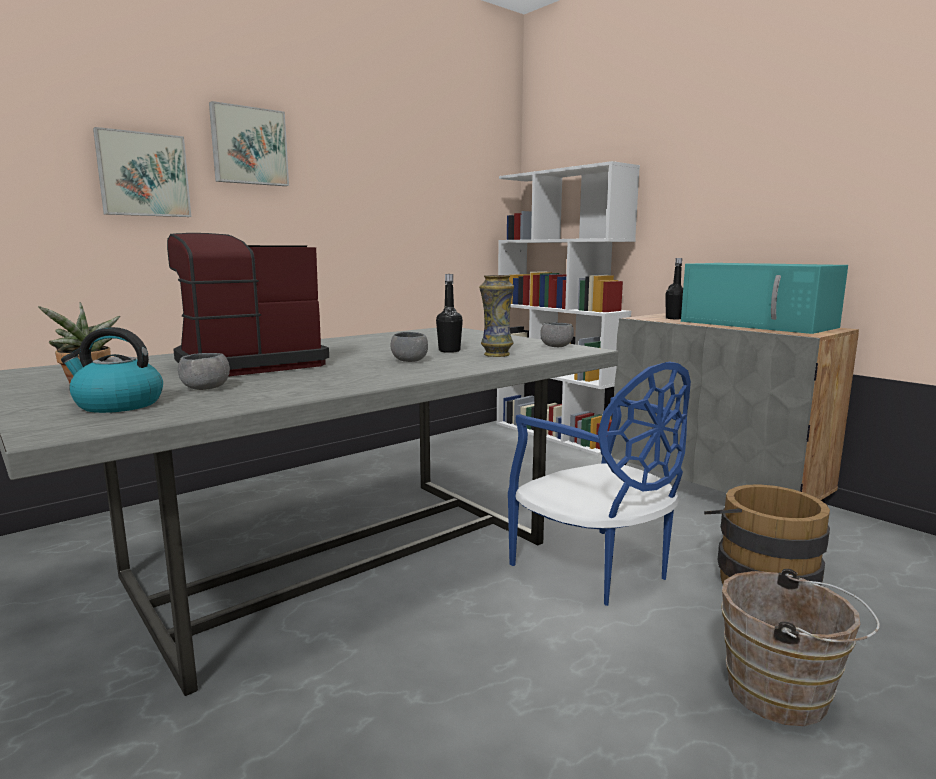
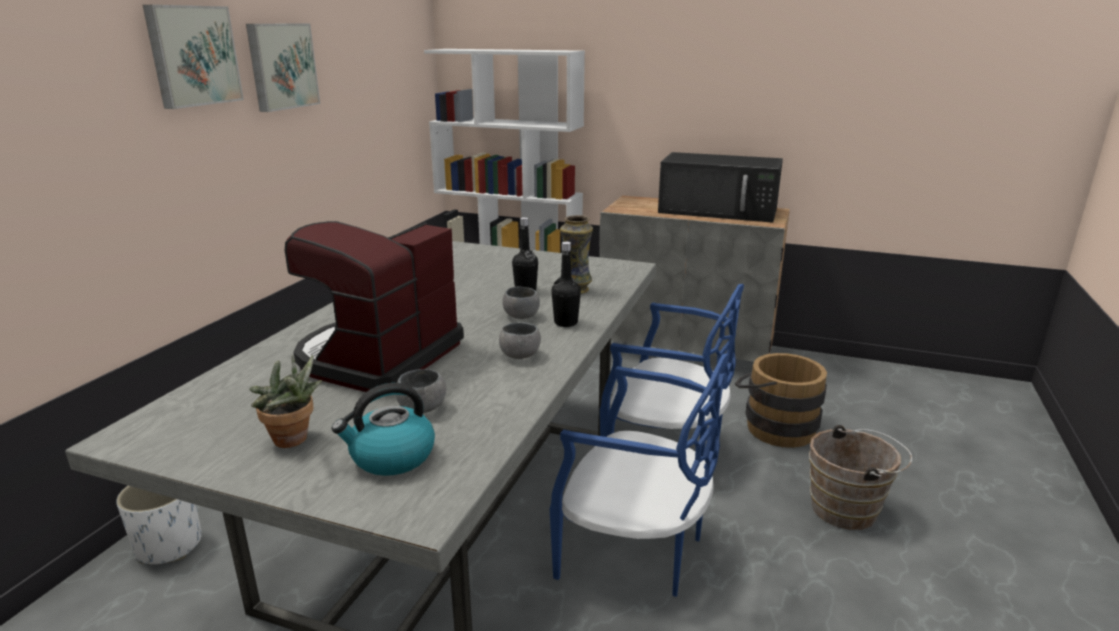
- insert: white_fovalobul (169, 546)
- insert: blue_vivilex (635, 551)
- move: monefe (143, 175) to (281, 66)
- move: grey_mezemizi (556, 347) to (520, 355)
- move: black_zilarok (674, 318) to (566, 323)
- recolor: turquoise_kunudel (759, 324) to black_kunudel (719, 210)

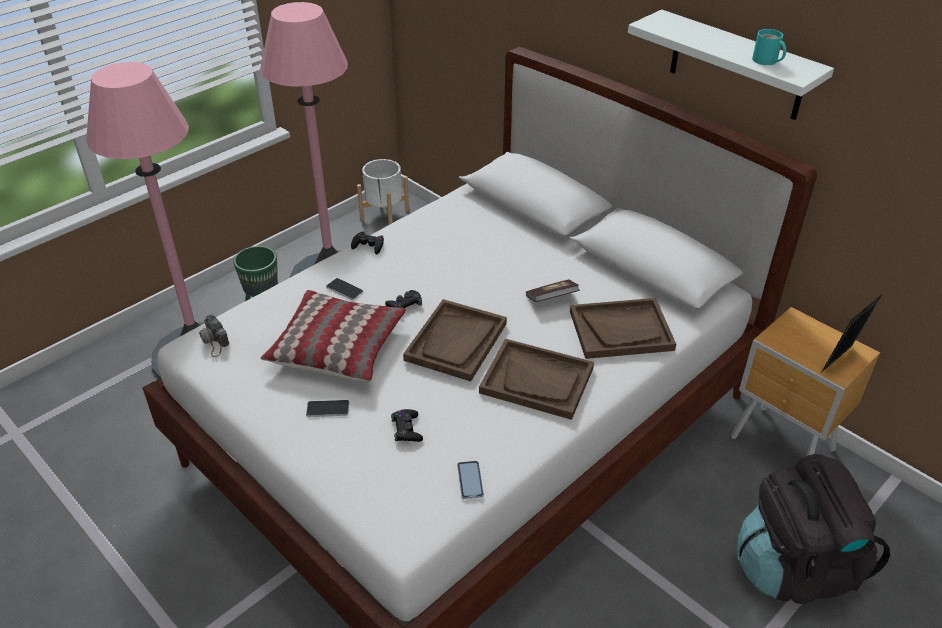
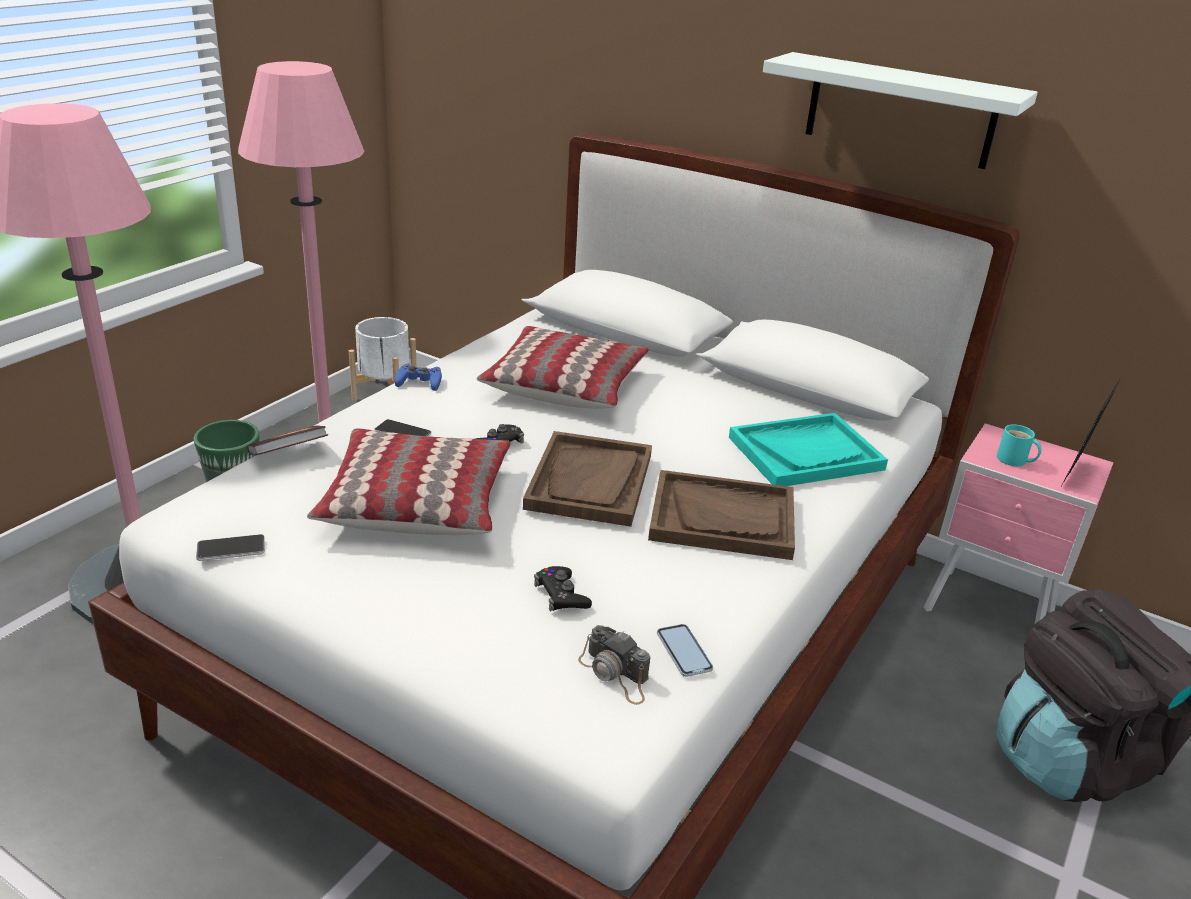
- insert: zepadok (565, 384)
- move: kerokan (214, 341) to (615, 674)
- move: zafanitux (328, 409) to (231, 549)
- move: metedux (551, 299) to (288, 454)
- move: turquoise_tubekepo (766, 61) to (1014, 460)
- recolor: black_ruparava (368, 246) to blue_ruparava (419, 382)
- recolor: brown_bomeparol (621, 330) to turquoise_bomeparol (805, 453)
- recolor: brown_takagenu (783, 446) to pink_takagenu (990, 613)

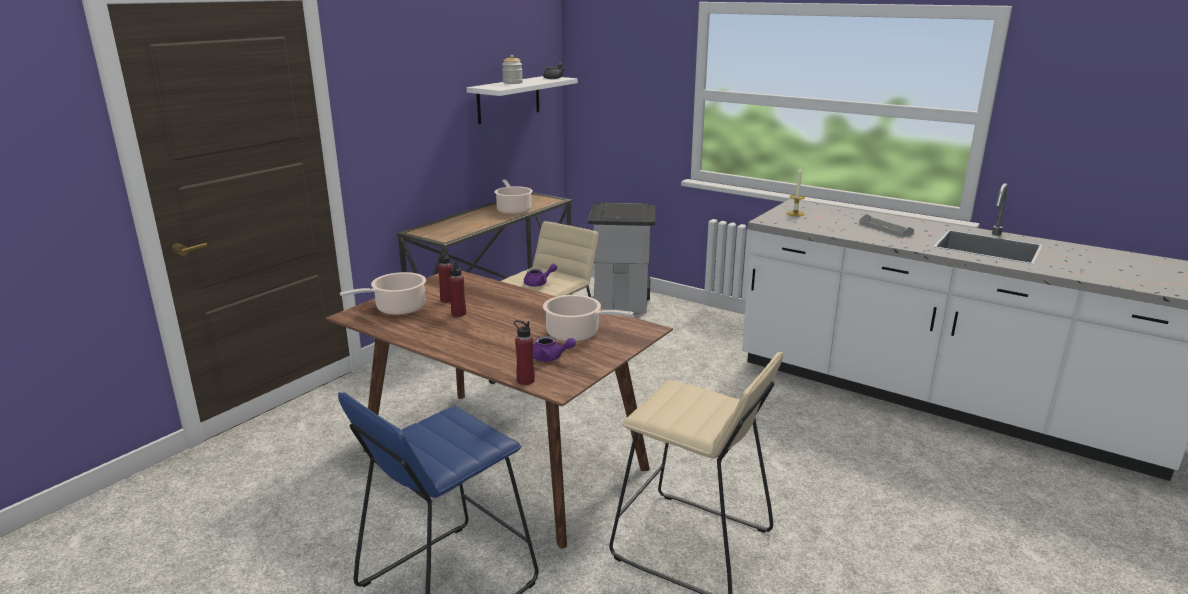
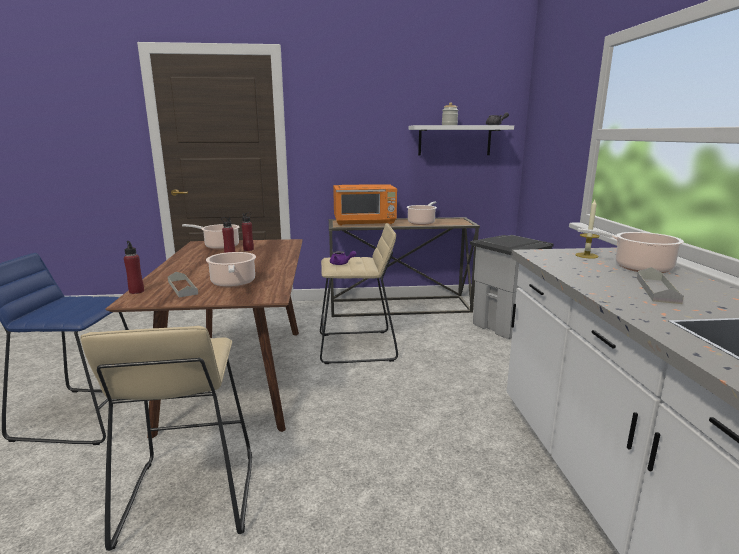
- insert: orange_kunudel (365, 222)
- insert: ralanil (638, 267)
- replace: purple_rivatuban (550, 358) to grey_bomeparol (182, 287)

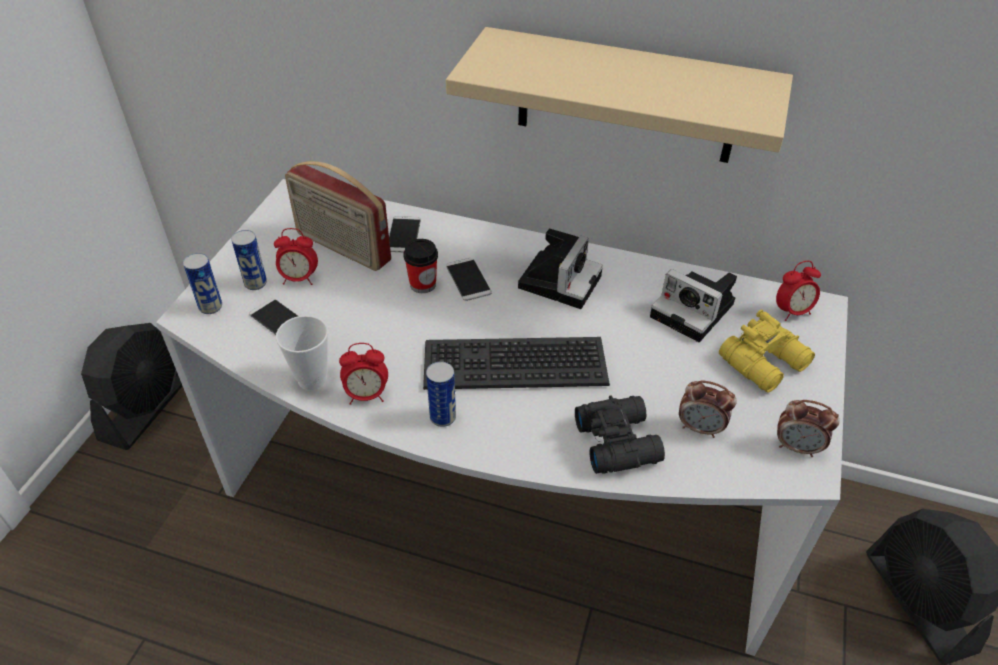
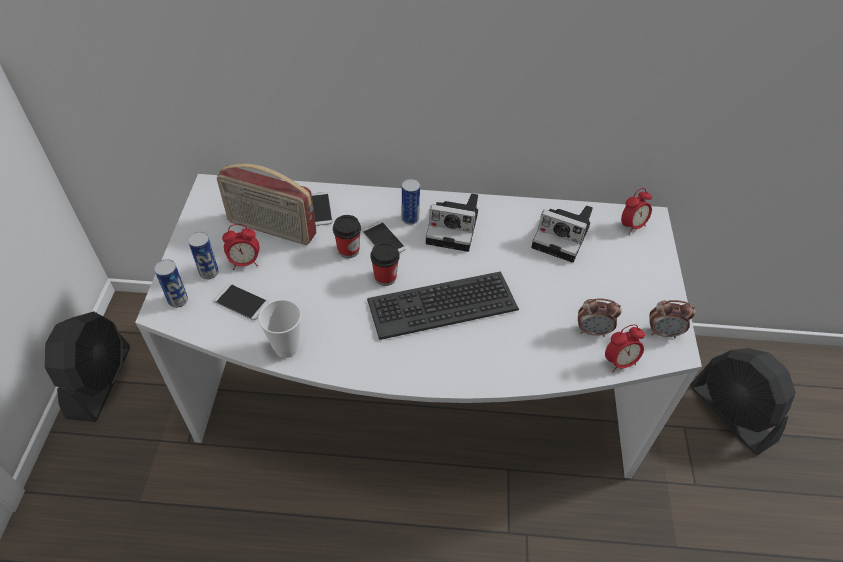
- delete: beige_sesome (626, 97)
- delete: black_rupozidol (618, 440)
- delete: yellow_rupozidol (766, 363)
- insert: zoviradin (385, 277)
- move: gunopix (367, 395) to (619, 362)
- move: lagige (443, 417) to (410, 219)
- rotate: kerokan (560, 280) = (454, 228) 90 degrees clockwise

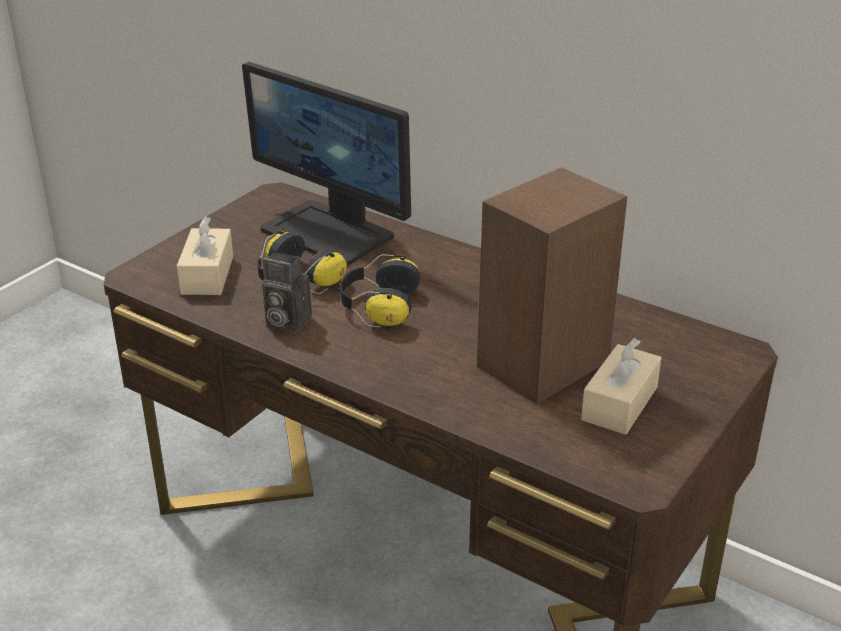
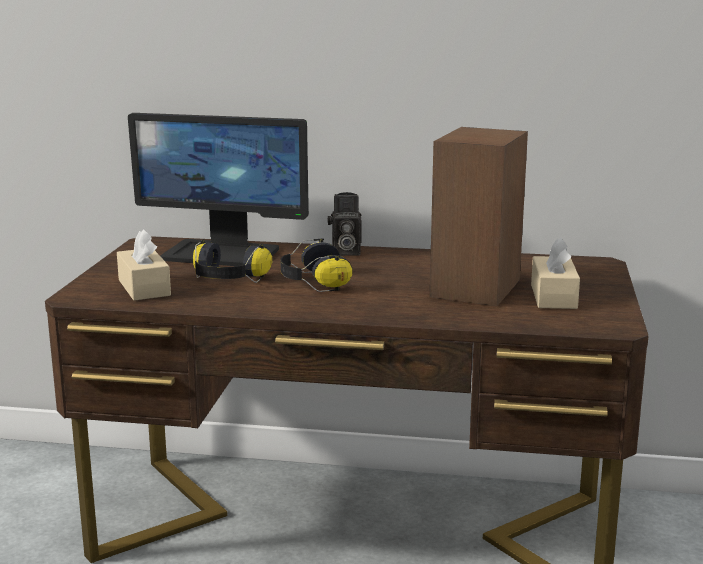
- move: kerokan (285, 322) to (344, 252)

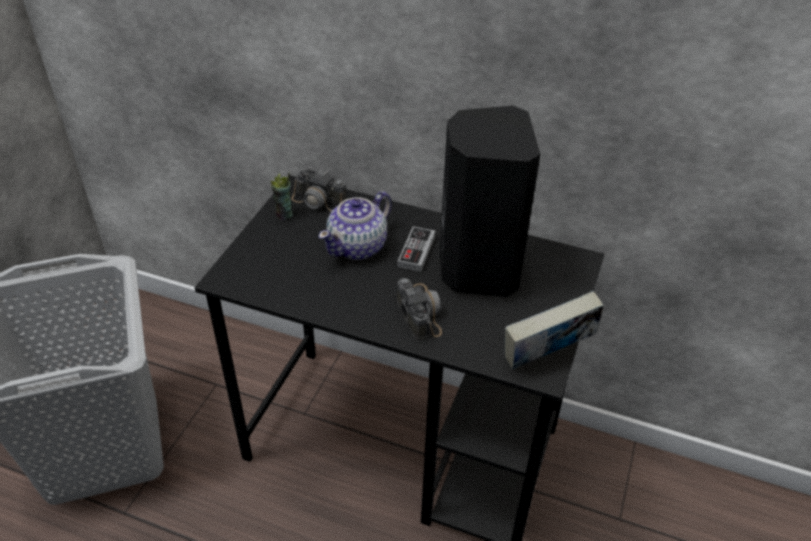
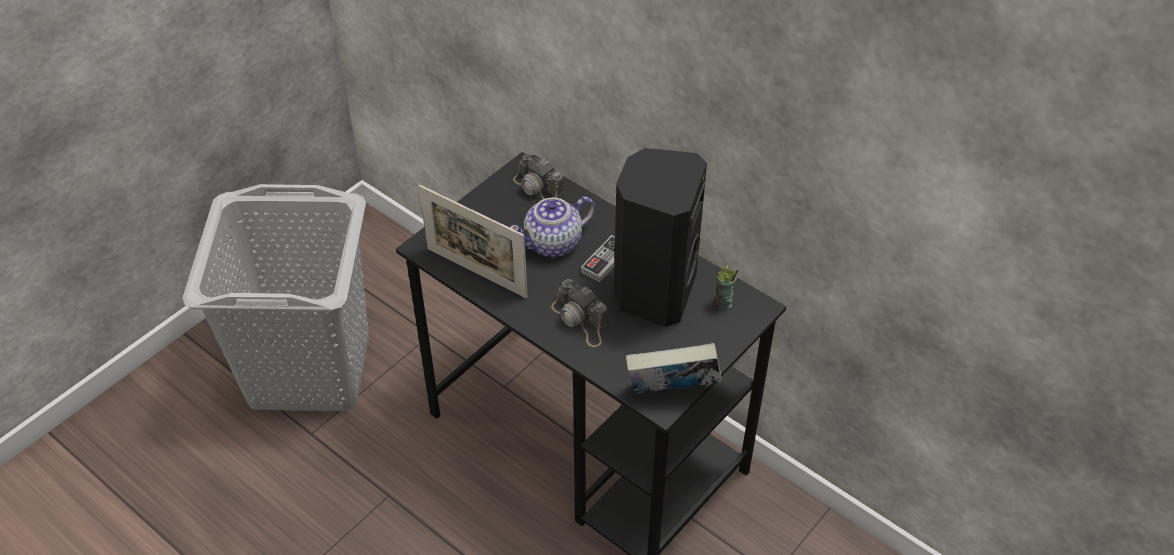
- insert: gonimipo (476, 272)
- move: zoviradin (284, 215) to (723, 304)
- rotate: kerokan (420, 311) = (580, 320) 135 degrees clockwise

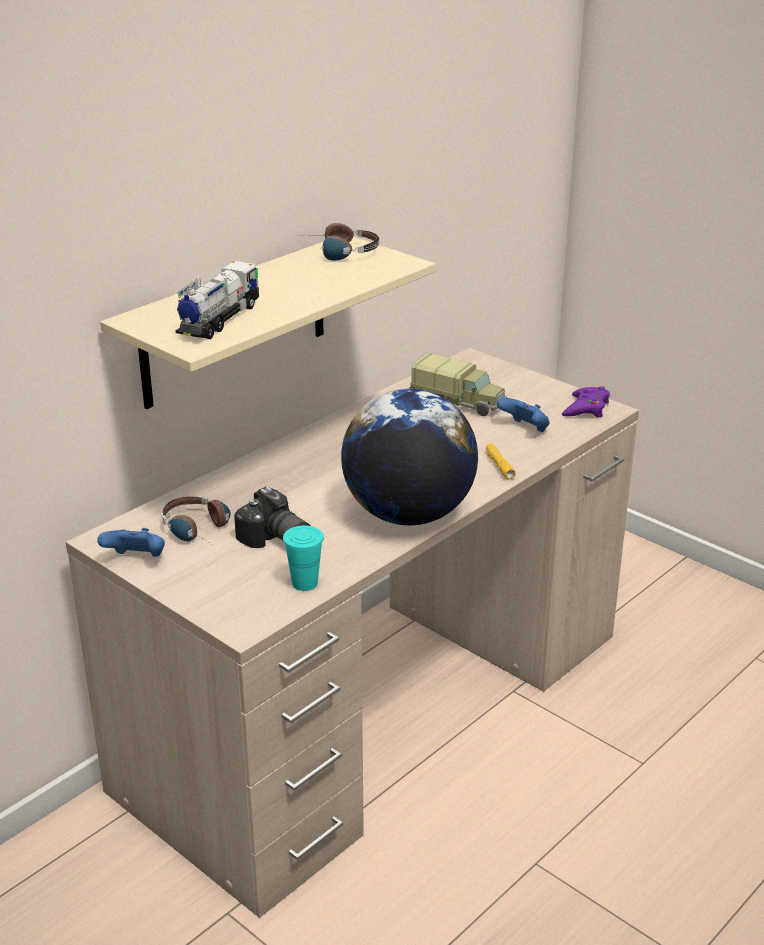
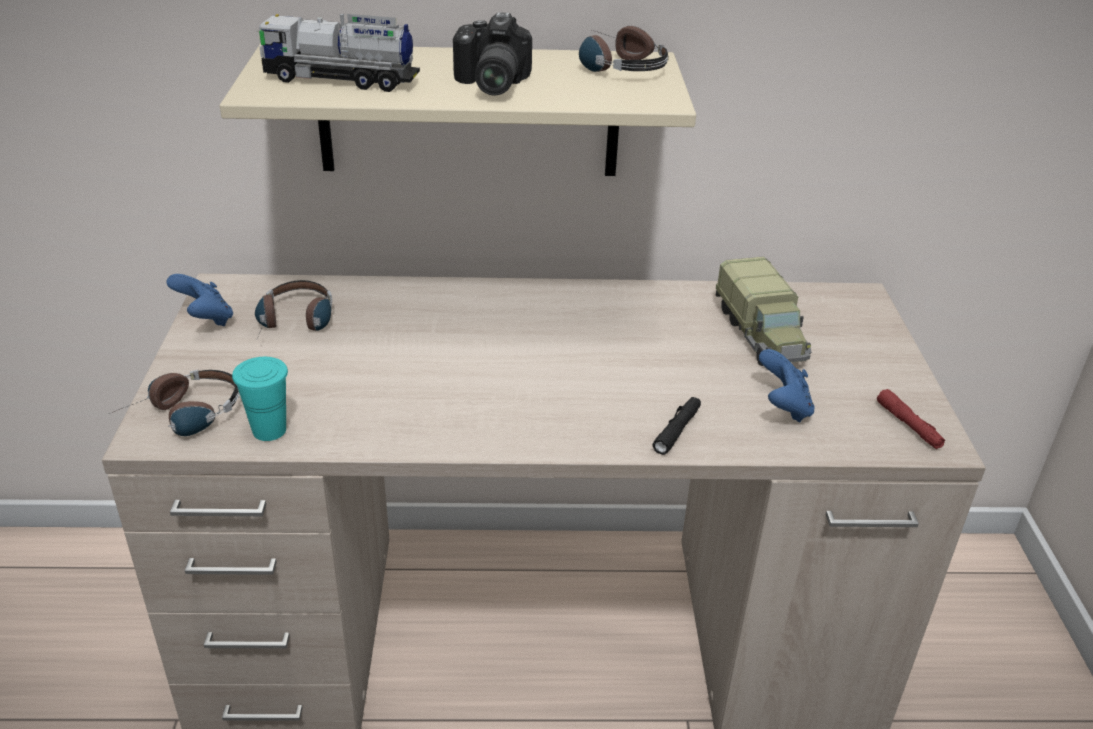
- delete: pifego (408, 515)
- insert: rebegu (182, 417)
- move: kerokan (276, 540) to (488, 84)
- replace: purple_ruparava (586, 408) to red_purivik (909, 425)
- recolor: yellow_purivik (499, 465) to black_purivik (676, 430)
- rotate: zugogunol (219, 320) = (341, 80) 150 degrees counterclockwise

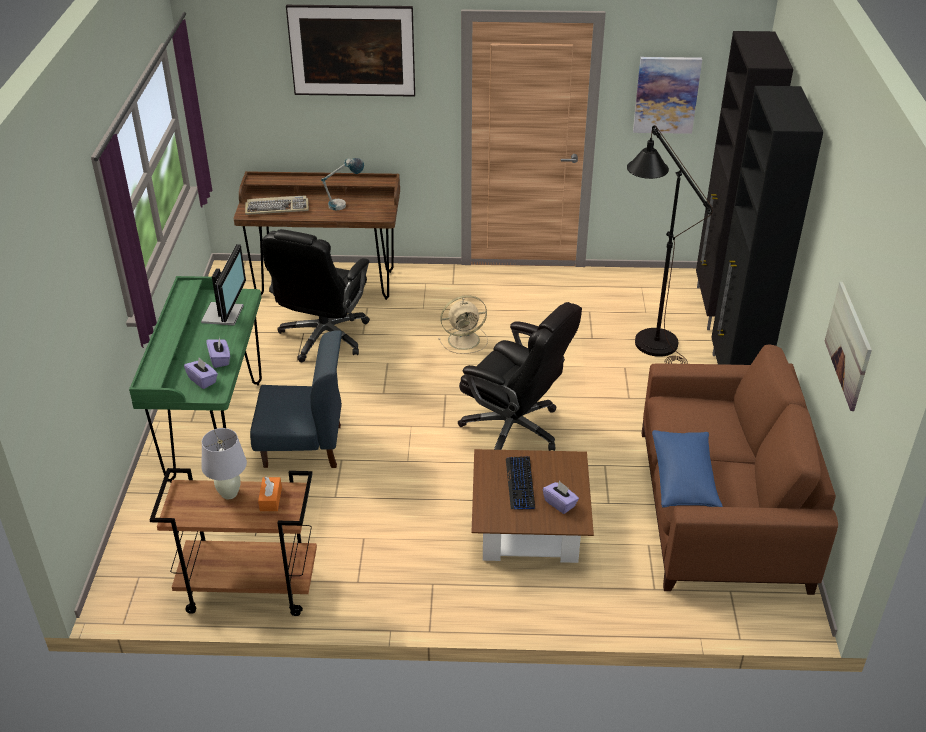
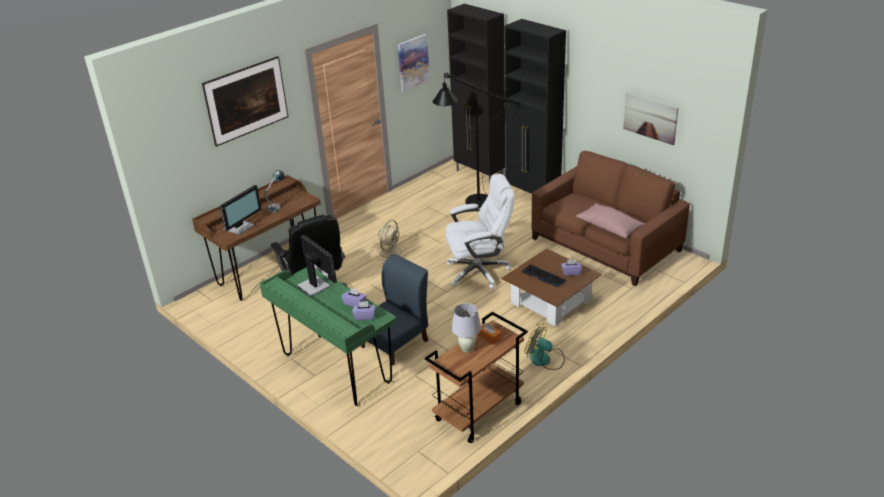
- insert: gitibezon (545, 359)
- replace: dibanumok (277, 207) to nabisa (240, 227)
- recolor: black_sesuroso (514, 429) to white_sesuroso (479, 271)
- recolor: blue_zepadok (683, 480) to pink_zepadok (609, 228)

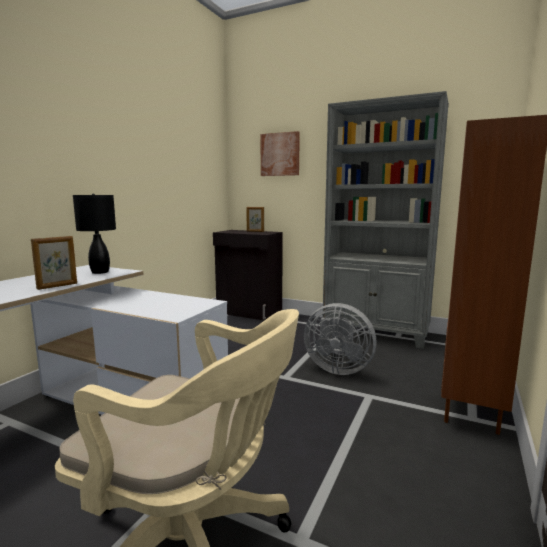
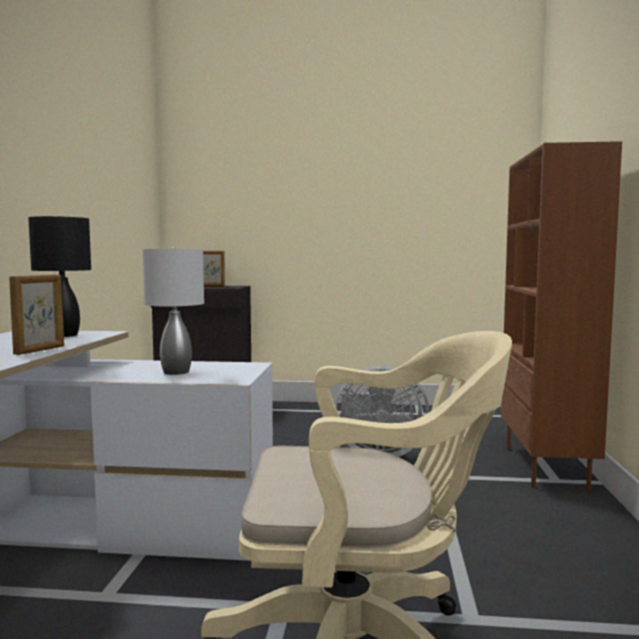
- delete: monefe (280, 154)
- delete: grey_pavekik (376, 333)
- insert: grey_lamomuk (176, 372)

